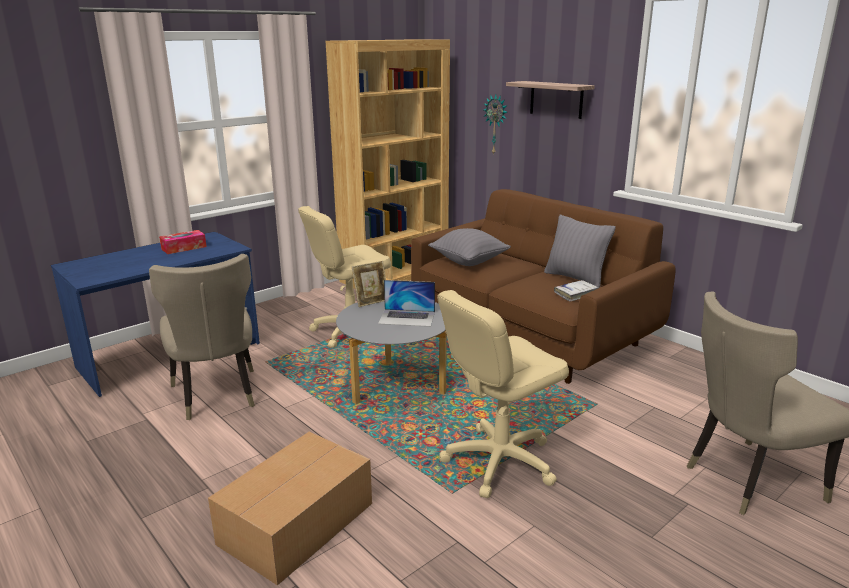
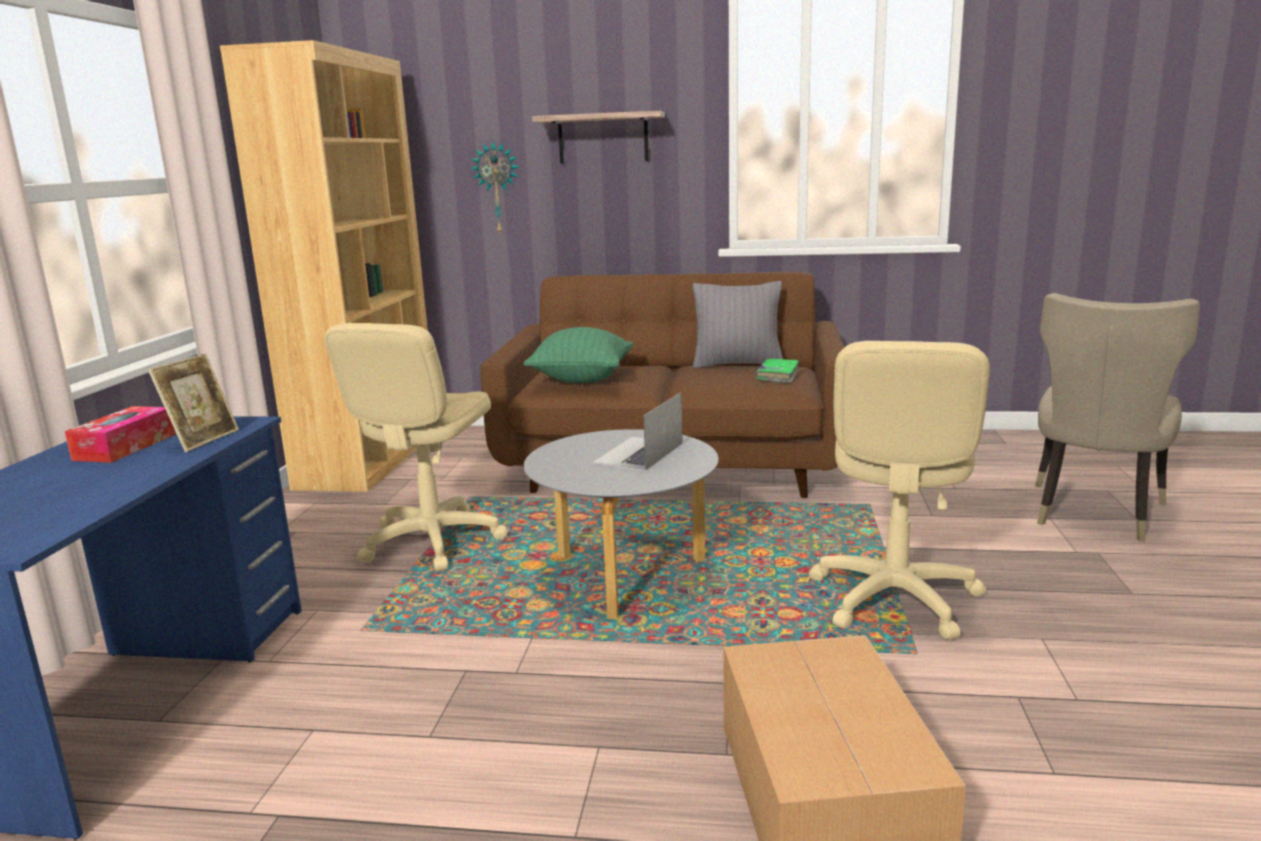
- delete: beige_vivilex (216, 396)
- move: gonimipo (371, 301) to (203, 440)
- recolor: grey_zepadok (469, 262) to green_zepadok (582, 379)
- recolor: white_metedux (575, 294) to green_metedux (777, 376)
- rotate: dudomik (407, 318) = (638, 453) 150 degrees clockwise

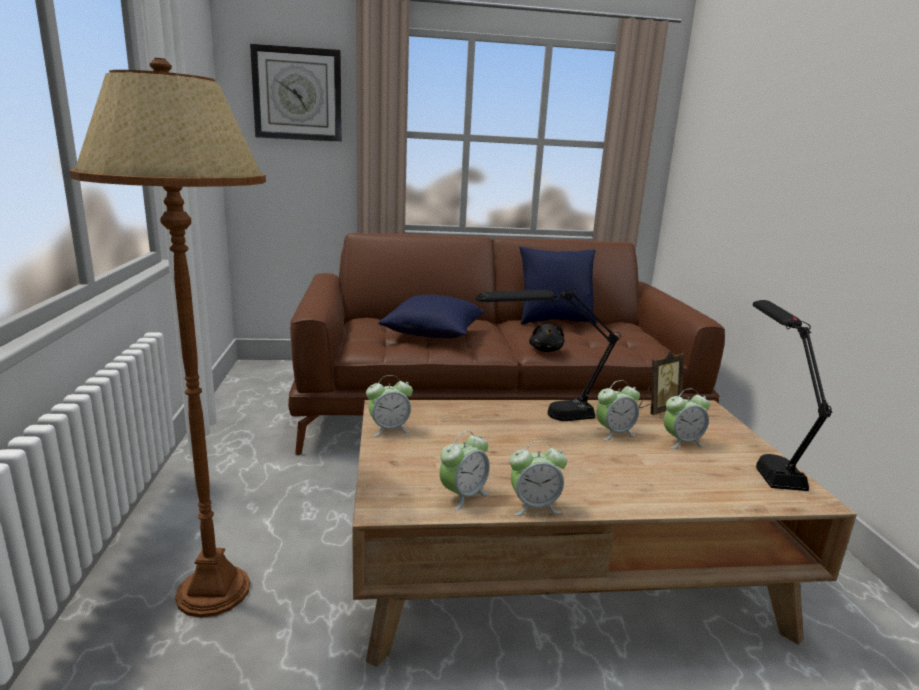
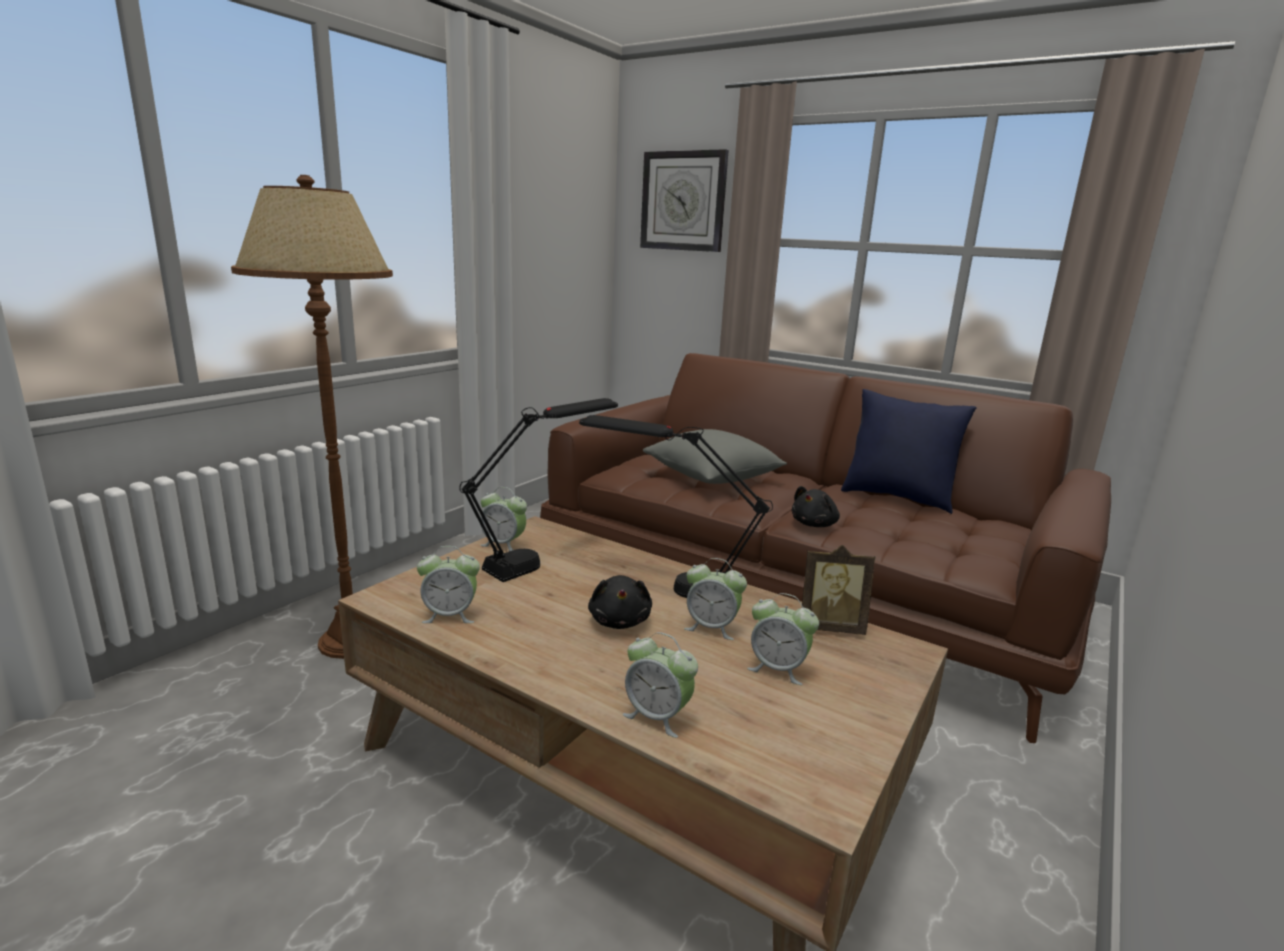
- insert: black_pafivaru (620, 621)
- move: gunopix (534, 506) to (657, 716)
- move: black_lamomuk (764, 458) to (543, 557)
- recolor: blue_zepadok (434, 335) to grey_zepadok (712, 478)

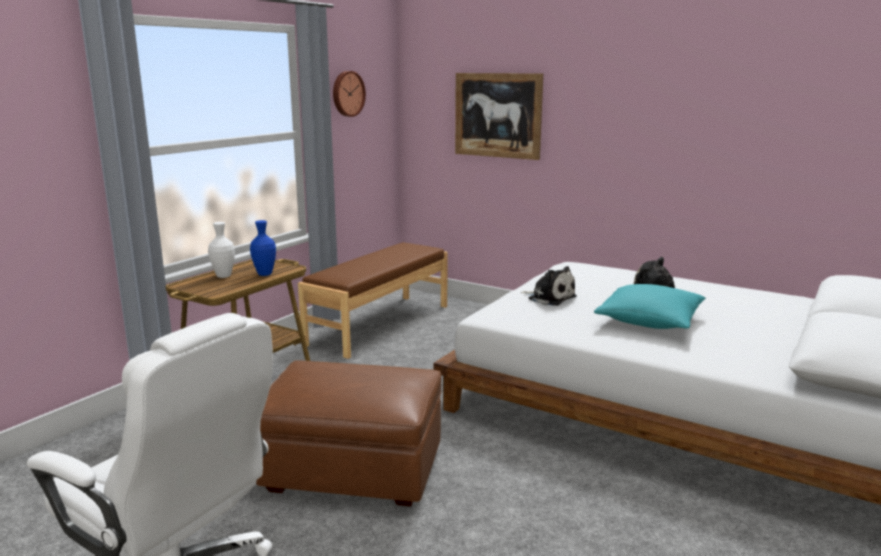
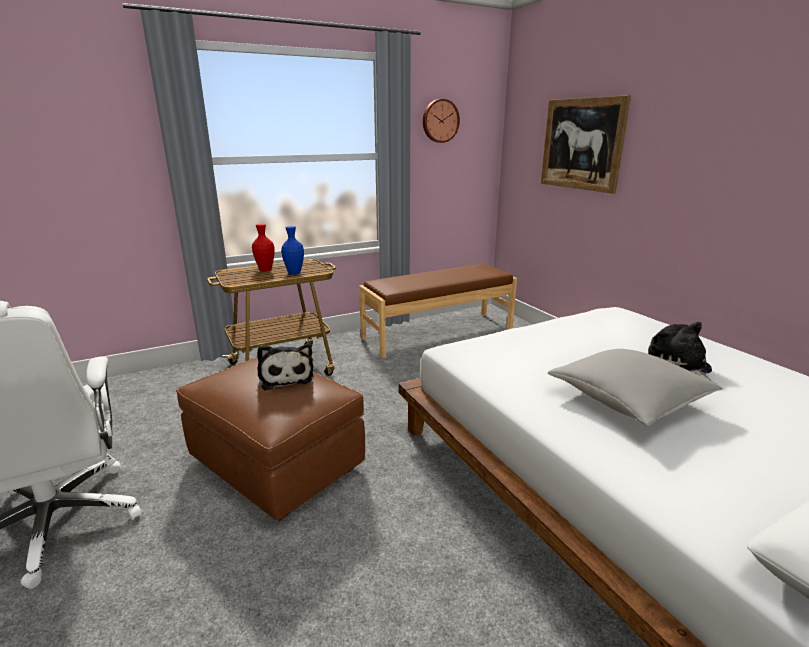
- move: pafivaru (549, 298) to (286, 377)
- recolor: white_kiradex (224, 276) to red_kiradex (265, 270)
- recolor: turquoise_zepadok (649, 321) to grey_zepadok (628, 400)

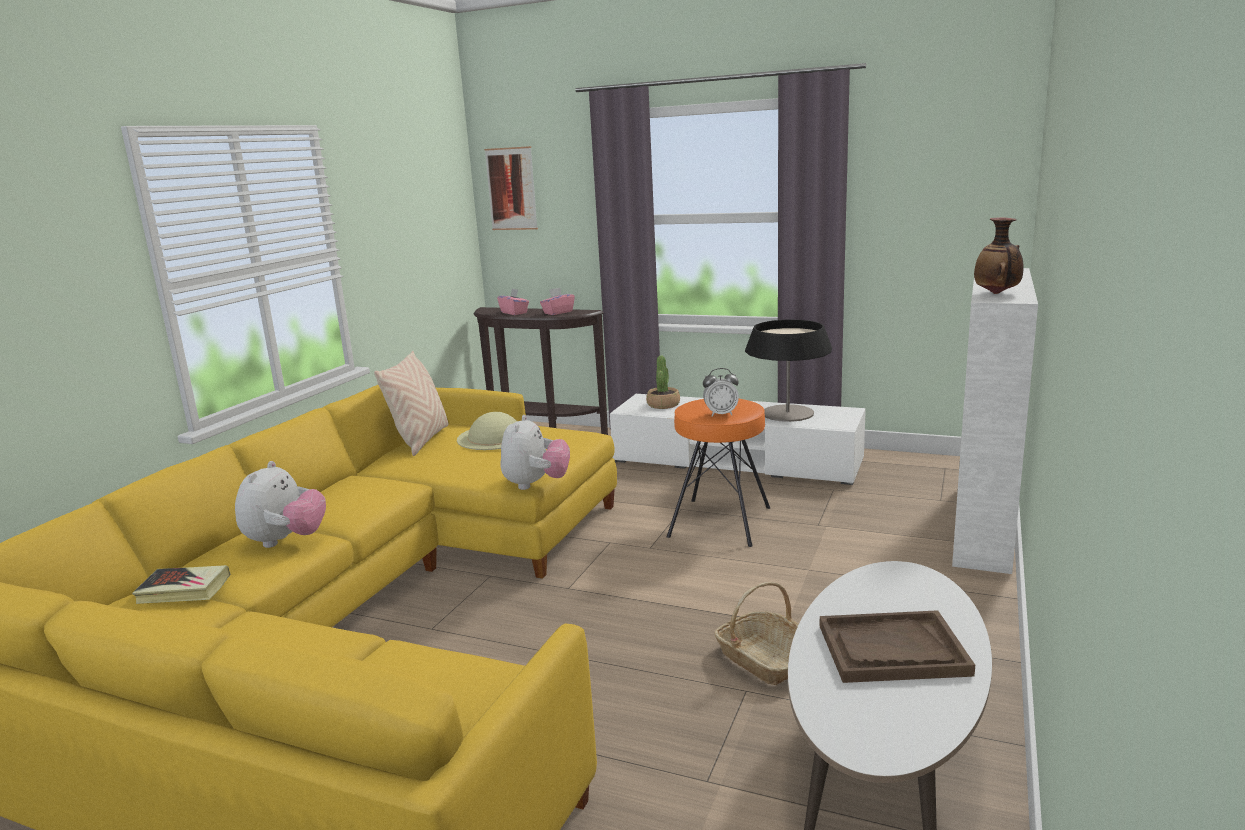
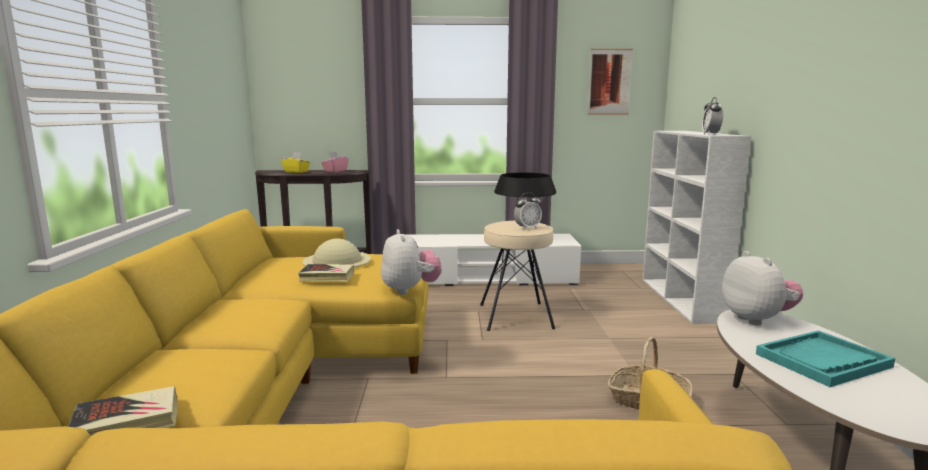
- delete: beige_zepadok (421, 440)
- delete: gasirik (663, 405)
- insert: metedux (327, 277)
- move: pafivaru (286, 541) to (757, 319)
- move: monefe (511, 189) to (609, 82)
- replace: kiradex (997, 293) to gunopix (710, 134)
- recolor: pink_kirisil (514, 313) to yellow_kirisil (296, 172)
- recolor: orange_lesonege (721, 522) to beige_lesonege (516, 316)
- recolor: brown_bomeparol (892, 650) to turquoise_bomeparol (822, 360)

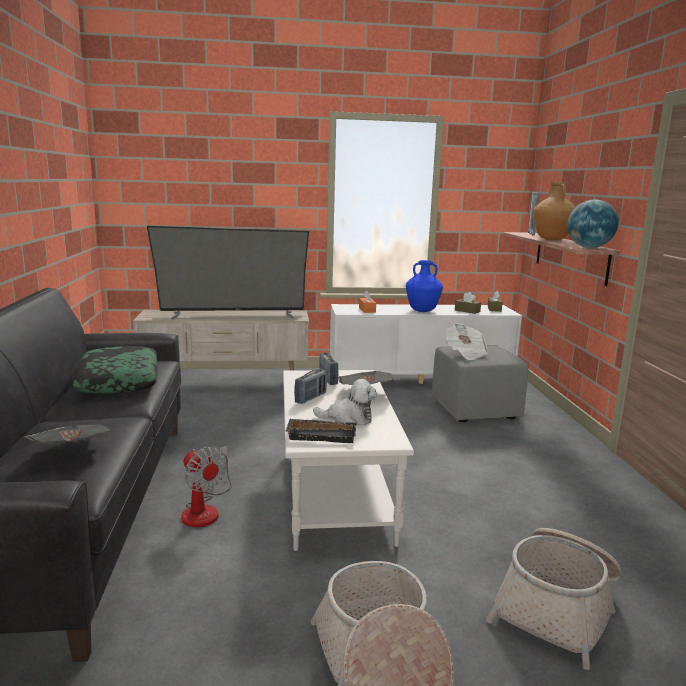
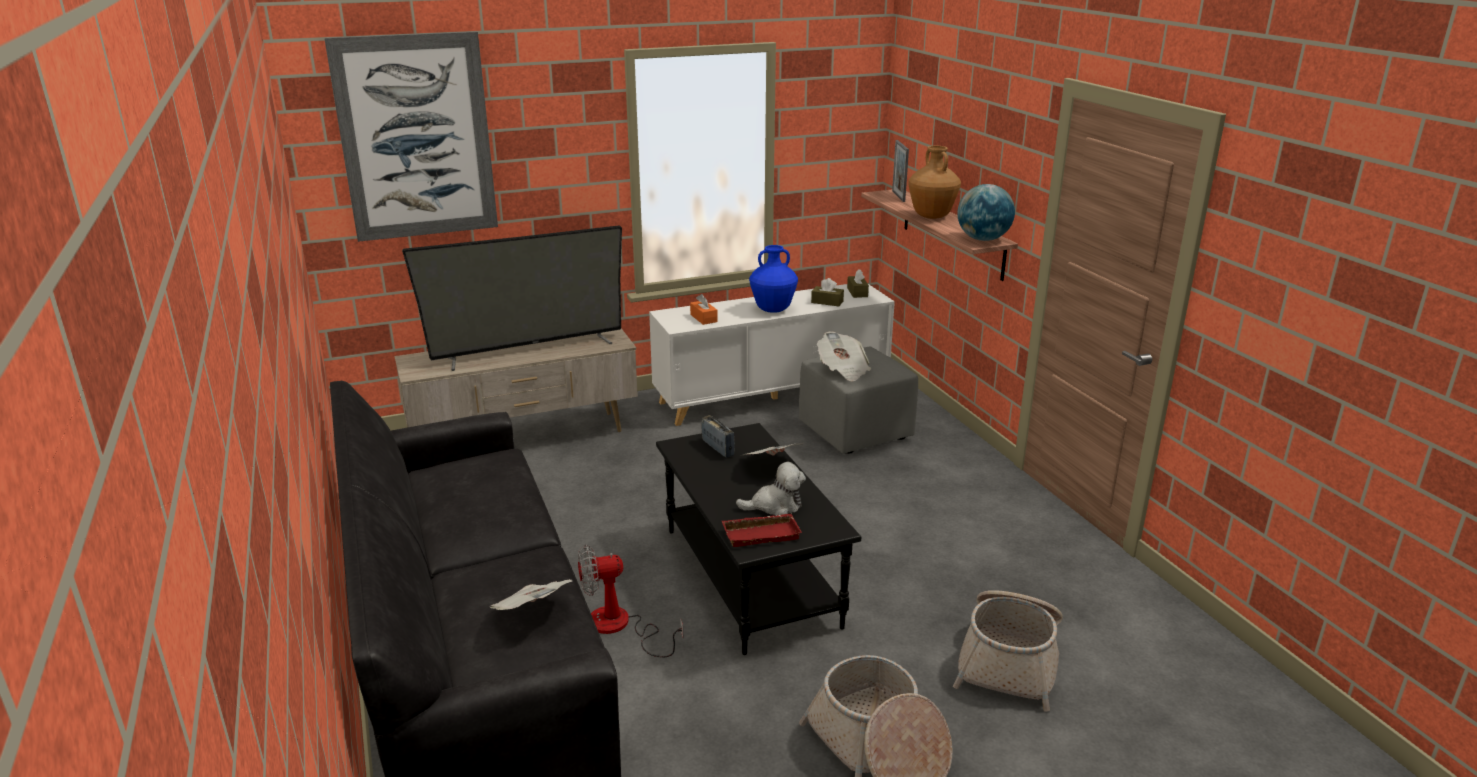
- delete: zepadok (119, 380)
- delete: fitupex (311, 398)
- insert: monefe (416, 137)
- recolor: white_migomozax (334, 492) to black_migomozax (748, 577)
- recolor: black_bomeparol (322, 435) to red_bomeparol (761, 533)
- rotate: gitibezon (205, 509) = (620, 627) 135 degrees clockwise

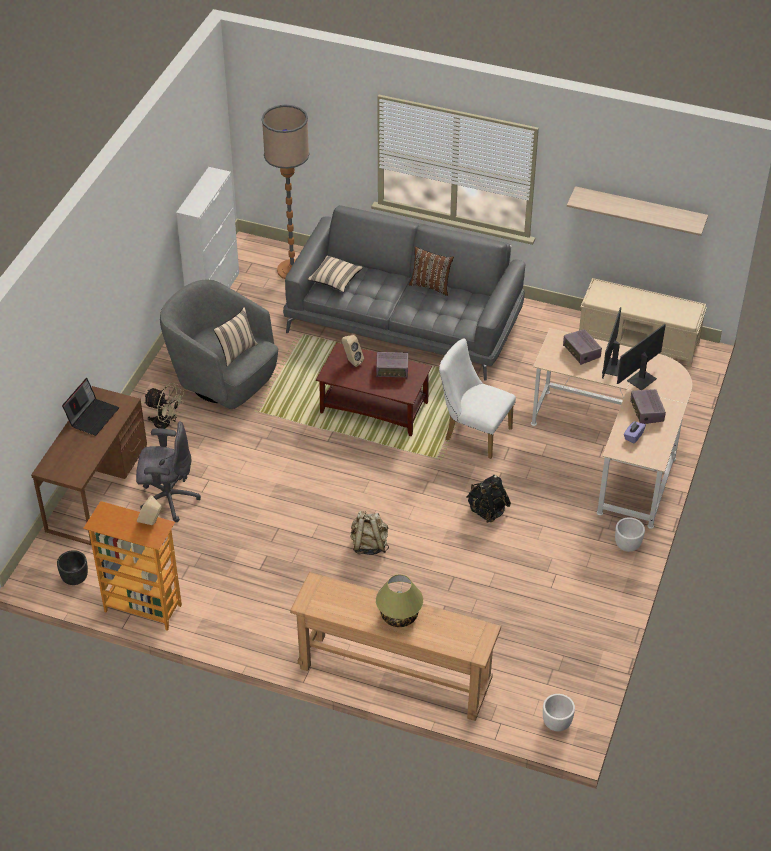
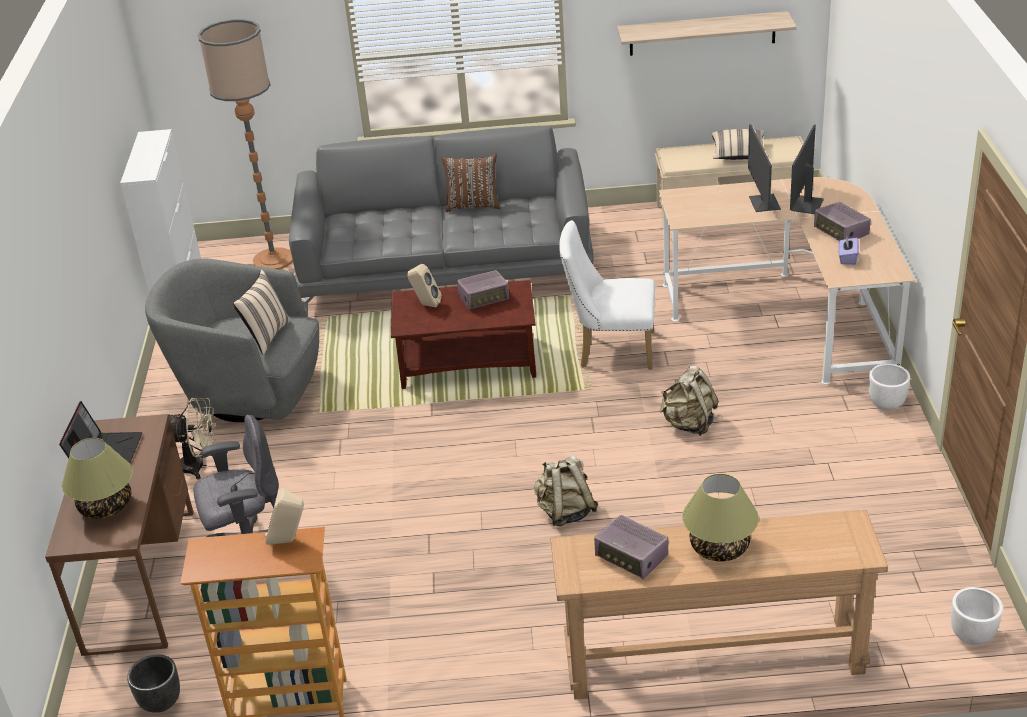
- insert: lamomuk (106, 507)
- move: beige_zepadok (335, 280) to (738, 155)
- move: fitupex (581, 352) to (631, 557)
- recolor: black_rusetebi (487, 511) to beige_rusetebi (689, 424)

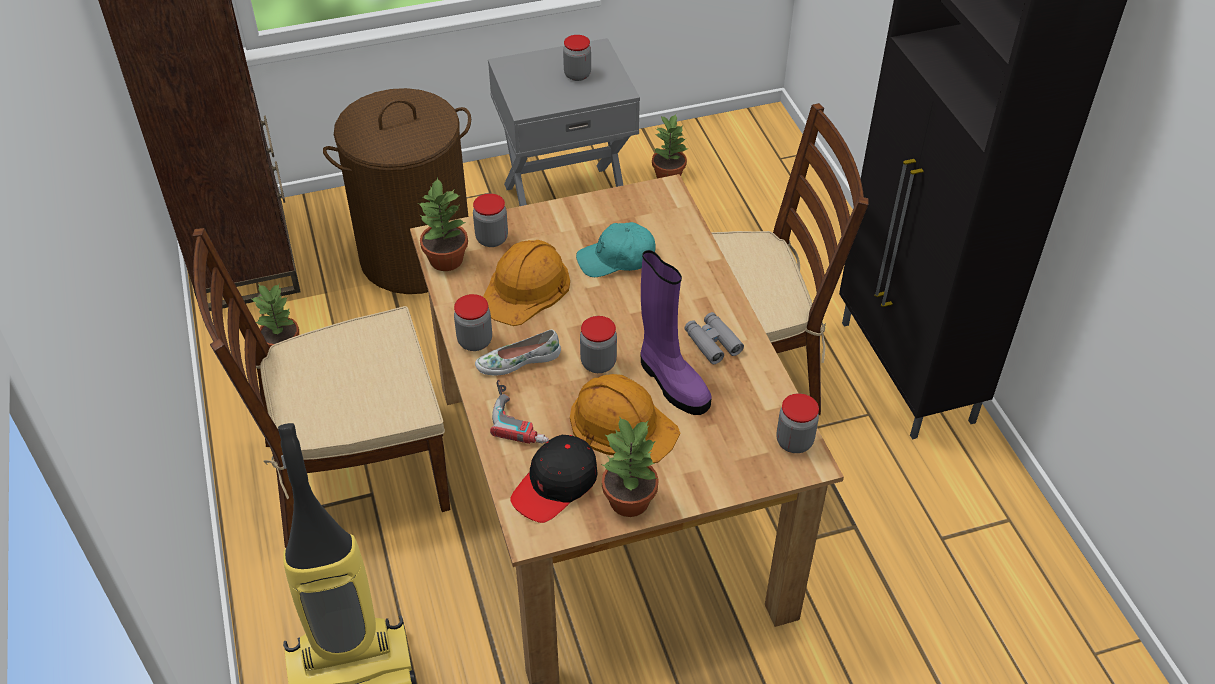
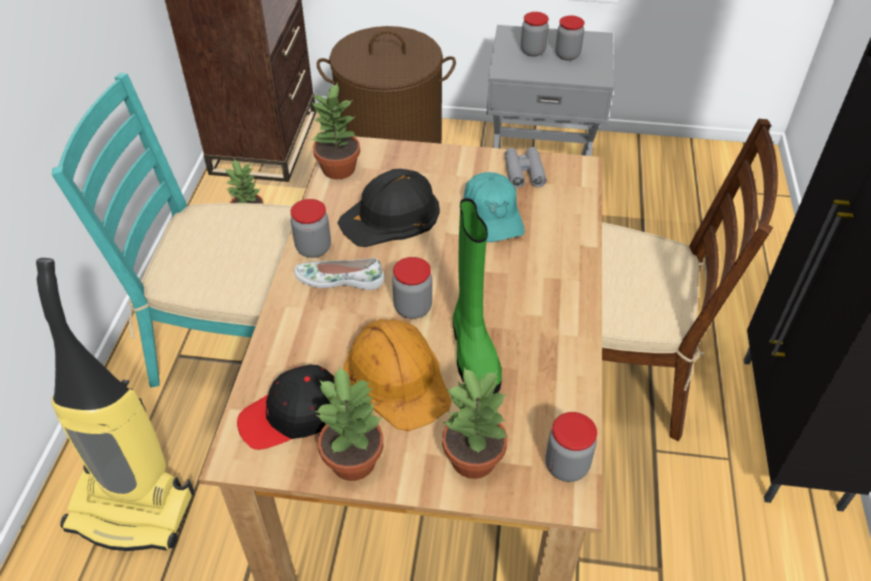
- delete: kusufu (522, 416)
- move: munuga (492, 239) to (532, 51)
- move: gasirik (668, 175) to (474, 458)
- move: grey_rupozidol (712, 342) to (524, 172)
- recolor: brown_vivilex (354, 475) to turquoise_vivilex (238, 341)
- recolor: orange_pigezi (526, 288) to black_pigezi (391, 215)
- recolor: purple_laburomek (671, 382) to green_laburomek (473, 352)
- rotate: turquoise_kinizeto (616, 259) = (493, 215) 120 degrees counterclockwise

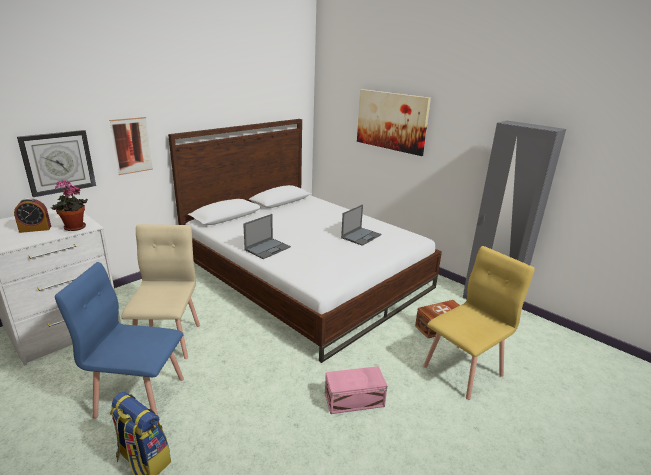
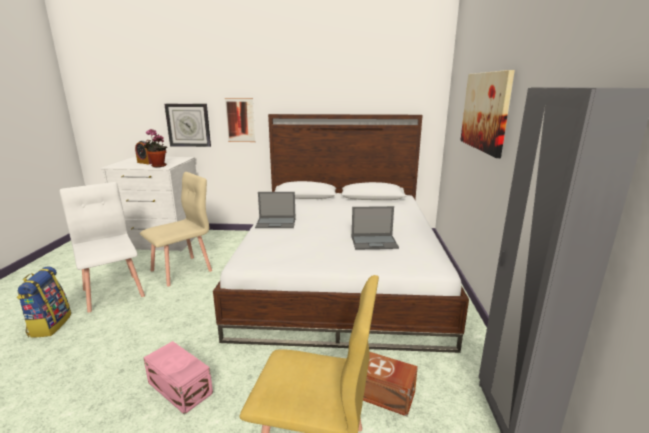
- recolor: blue_vivilex (140, 396) to white_vivilex (114, 292)

